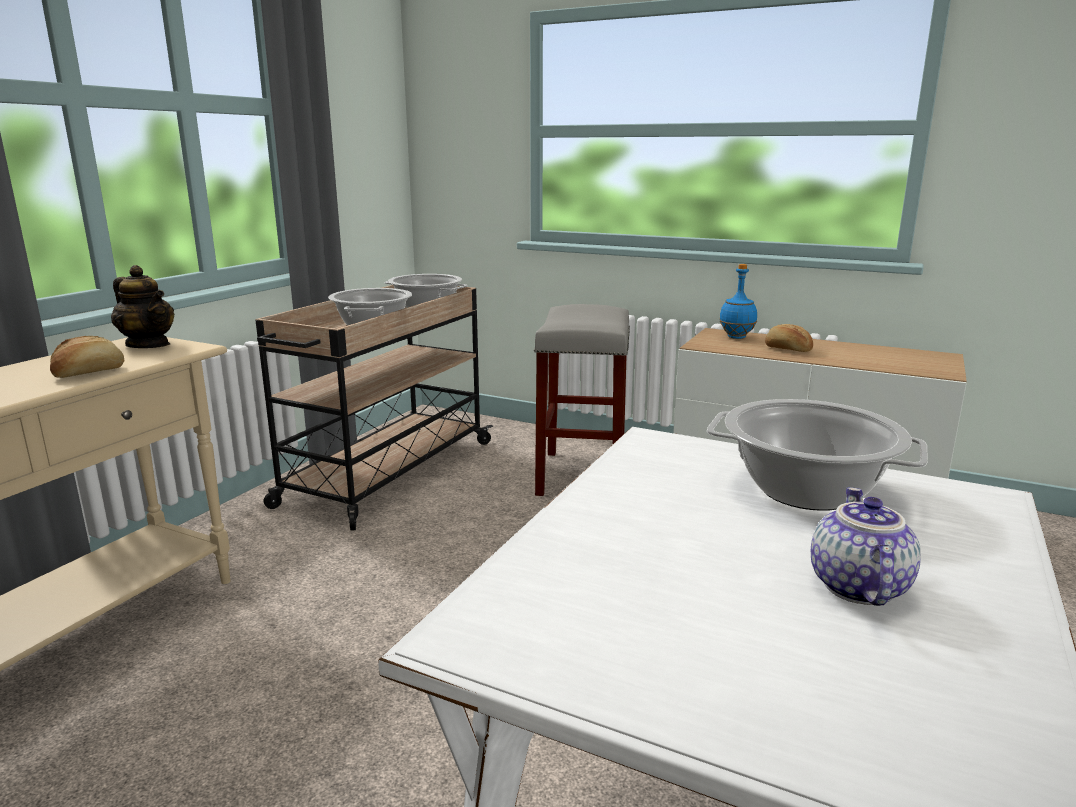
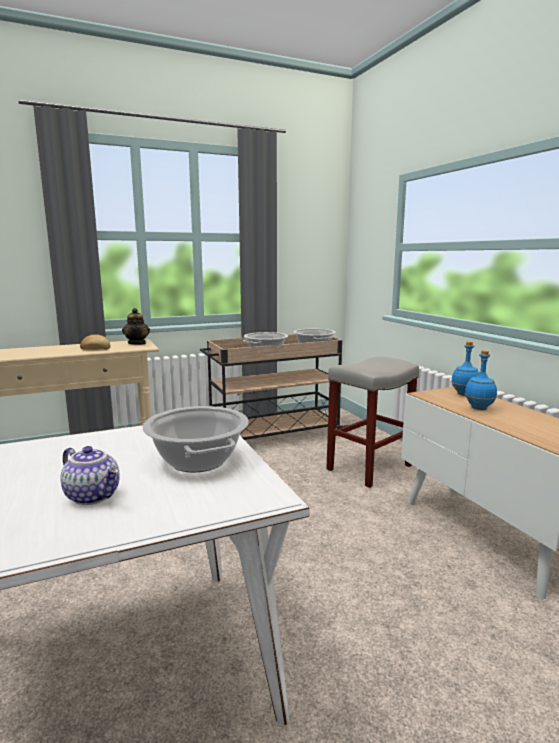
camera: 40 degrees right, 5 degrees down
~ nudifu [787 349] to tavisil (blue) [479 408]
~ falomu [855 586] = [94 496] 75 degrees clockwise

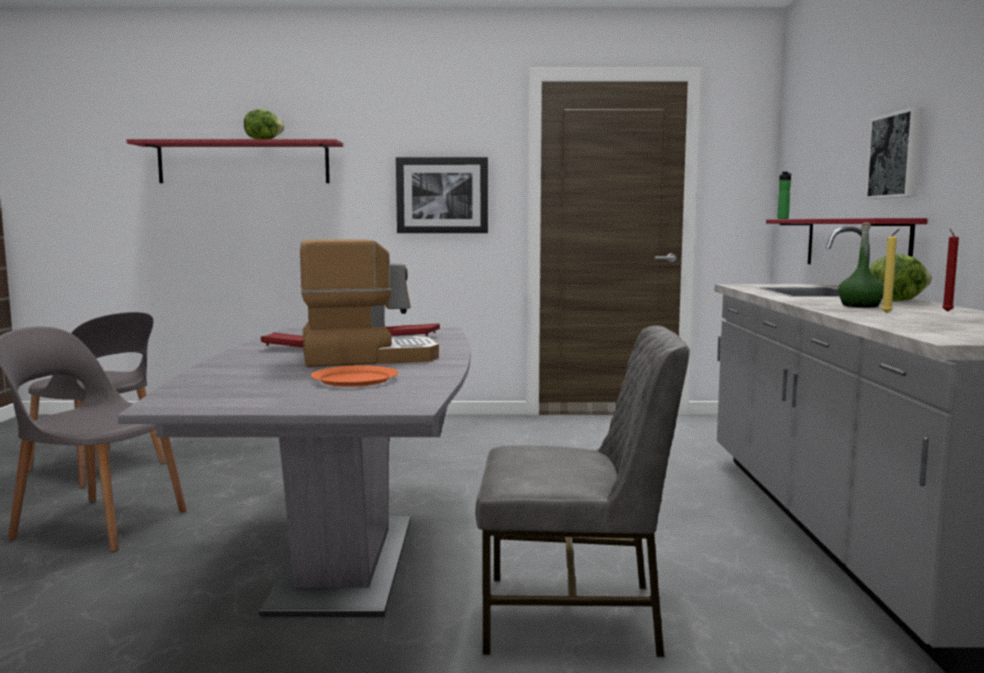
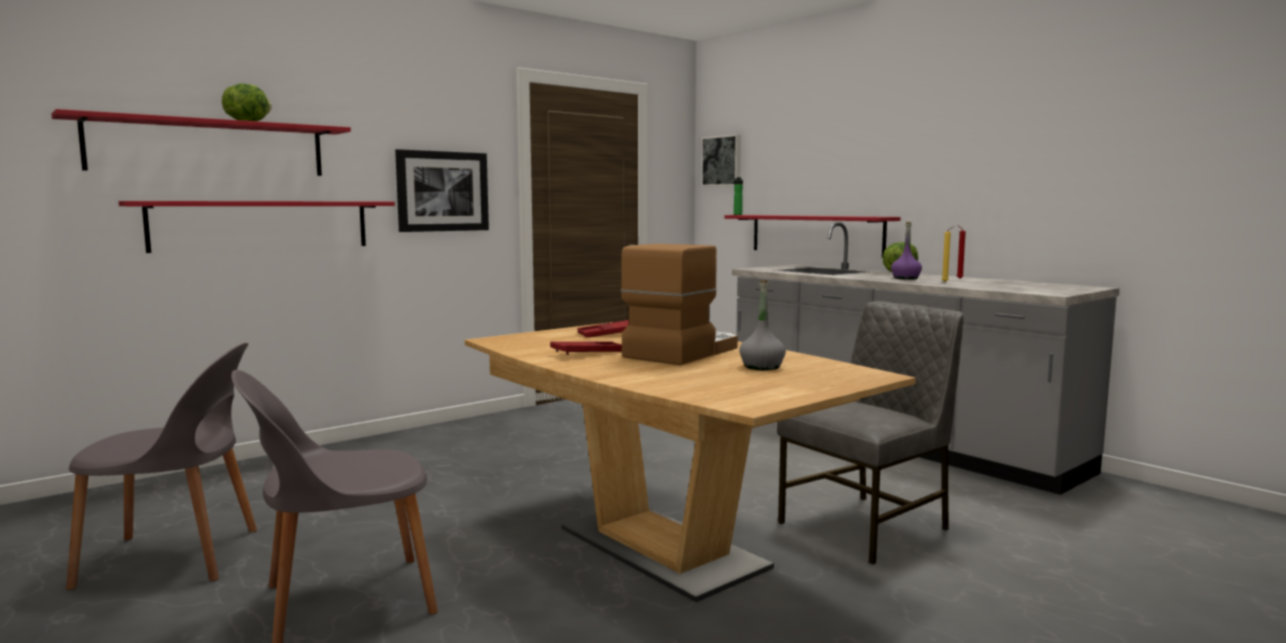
camera: 40 degrees left, 0 degrees up
~ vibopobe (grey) [345 563] to vibopobe (brown) [661 548]
~ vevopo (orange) [355 379] to tavisil (grey) [761 367]
~ tavisil (green) [860 305] to tavisil (purple) [906 278]
~ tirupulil [897 155] to [722 161]
+ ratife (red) [262 225]

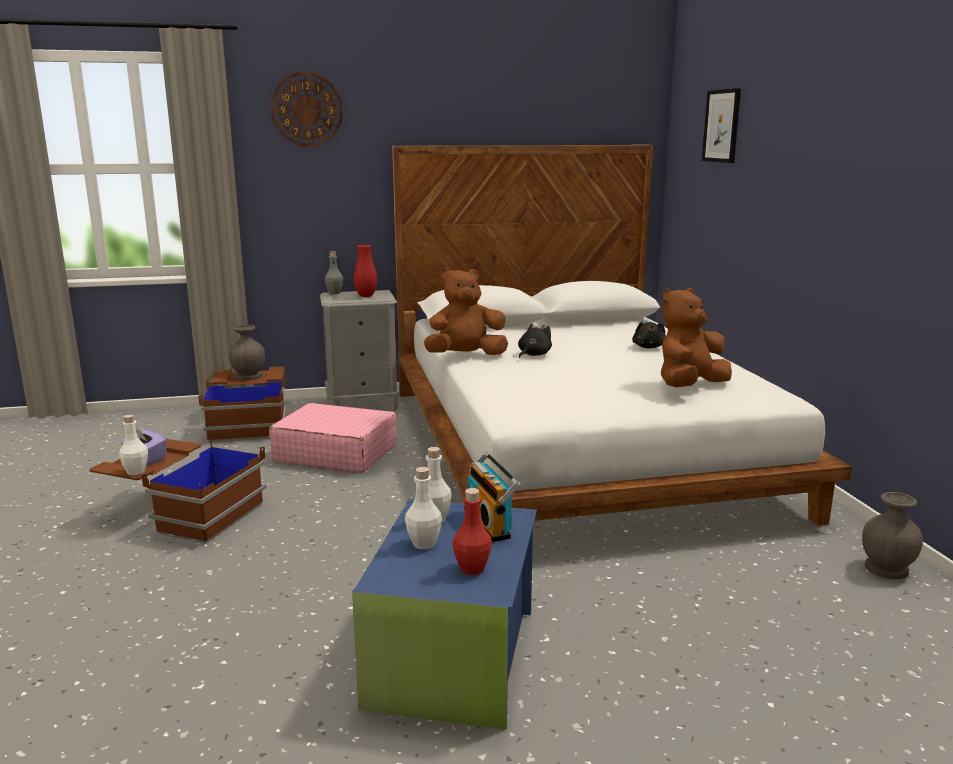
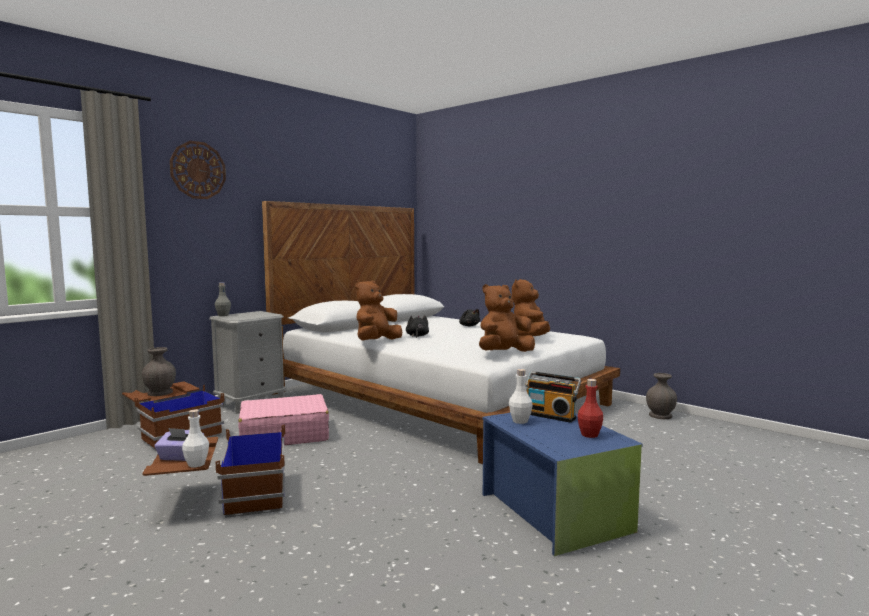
camera: 35 degrees left, 10 degrees down
- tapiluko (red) [366 296]
- tavisil (white) [424 543]
- tirupulil [722 126]
+ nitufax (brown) [504 353]

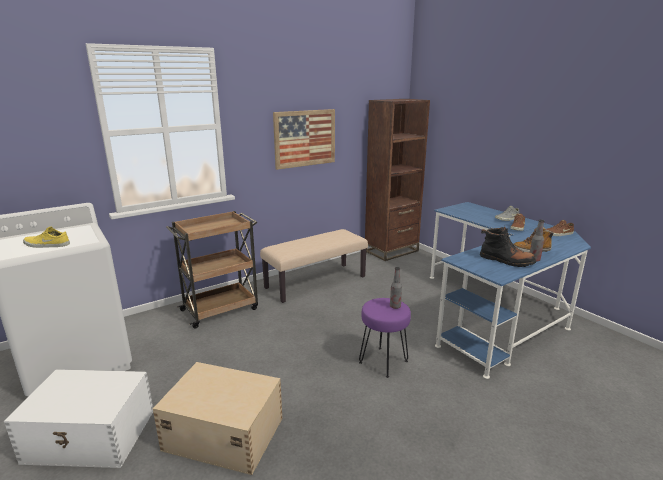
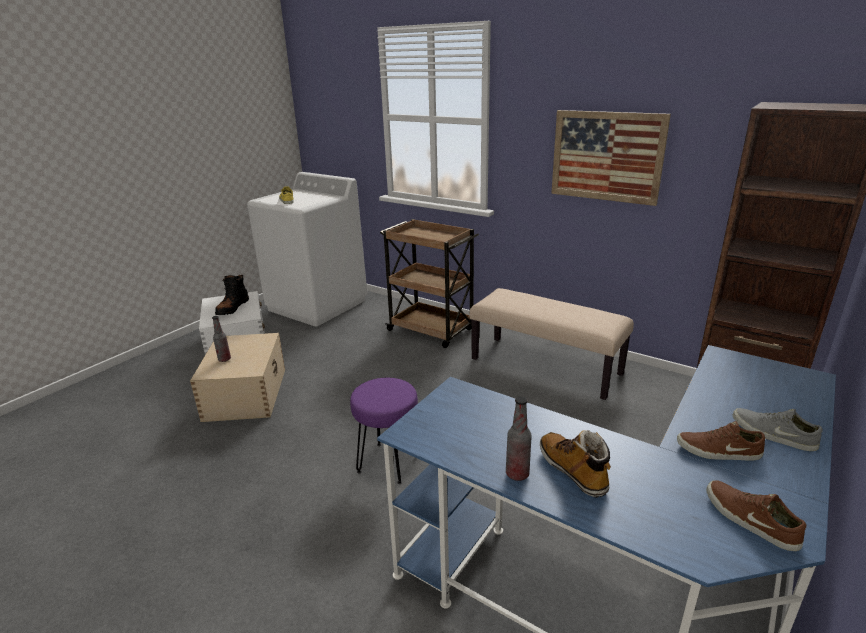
camera: 70 degrees right, 5 degrees up
~ tavisil [395 306] to [224 359]
~ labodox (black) [506 261] to [232 308]

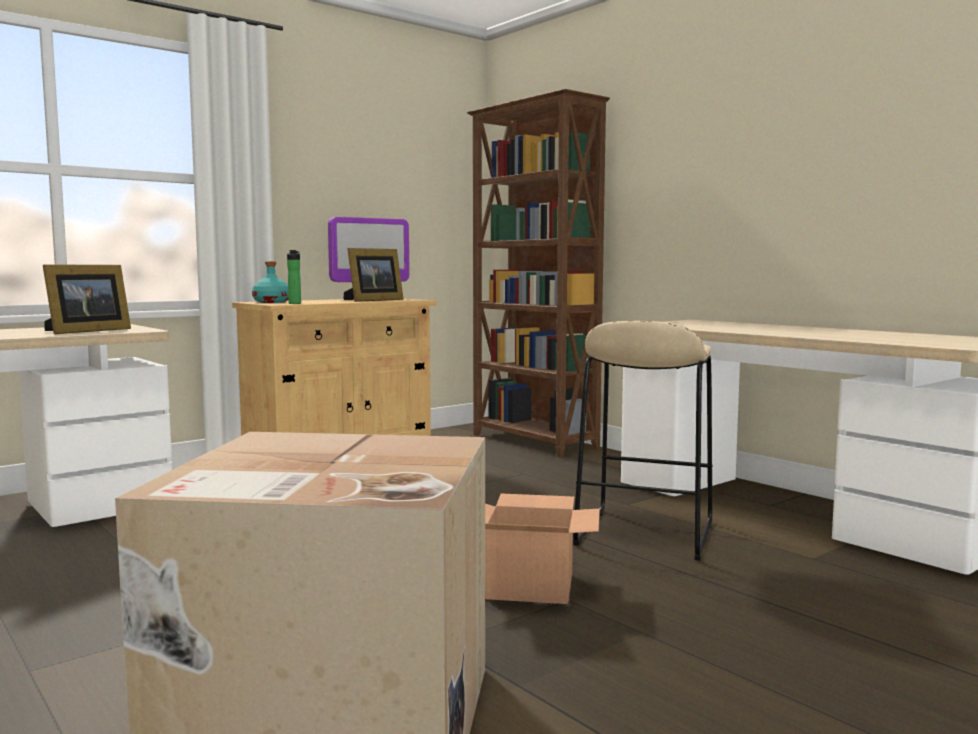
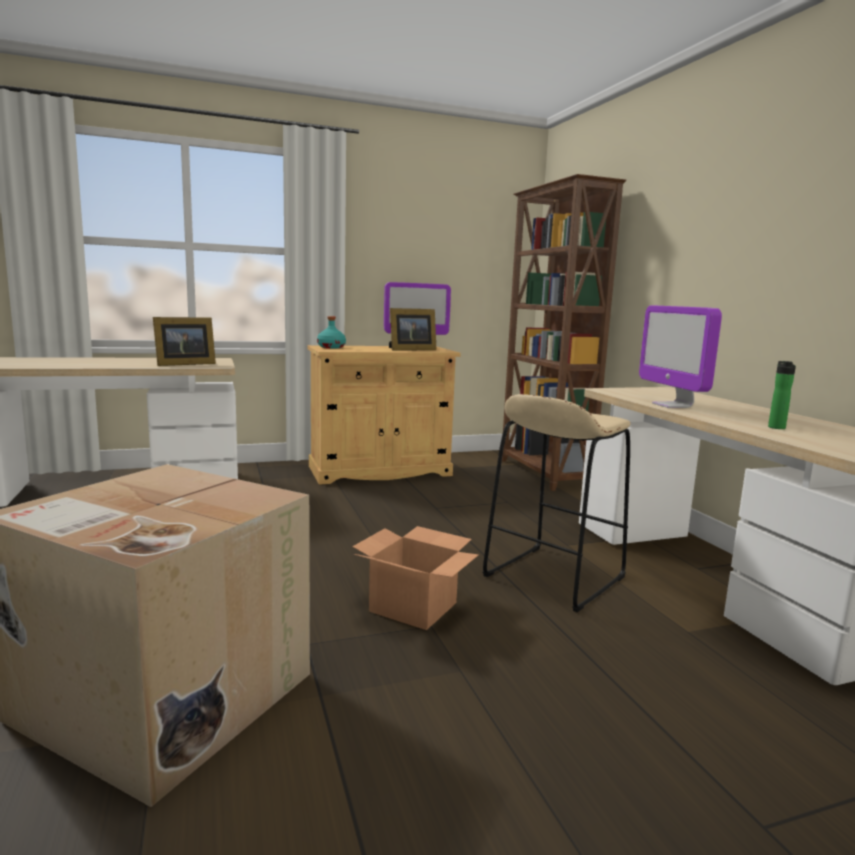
camera: 20 degrees right, 5 degrees up
~ tavisil [295 303] to [776 427]
+ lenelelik [672 405]

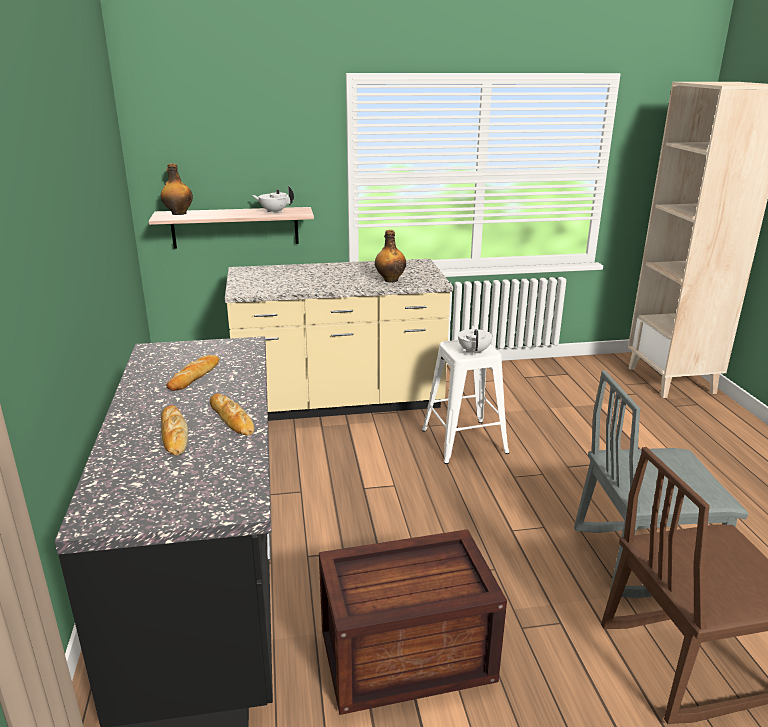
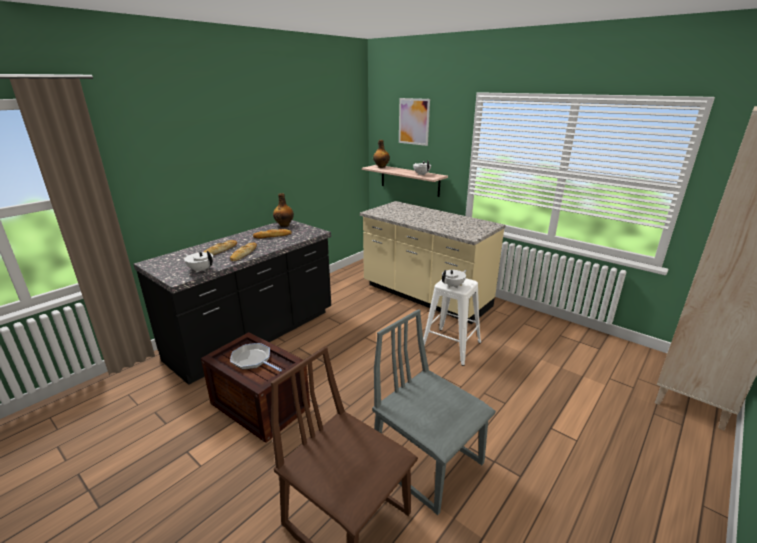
camera: 50 degrees right, 0 degrees up
~ tavisil [390 280] to [284 225]
+ falomu (white) [201 270]
+ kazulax [253 360]
+ tirupulil [414 121]

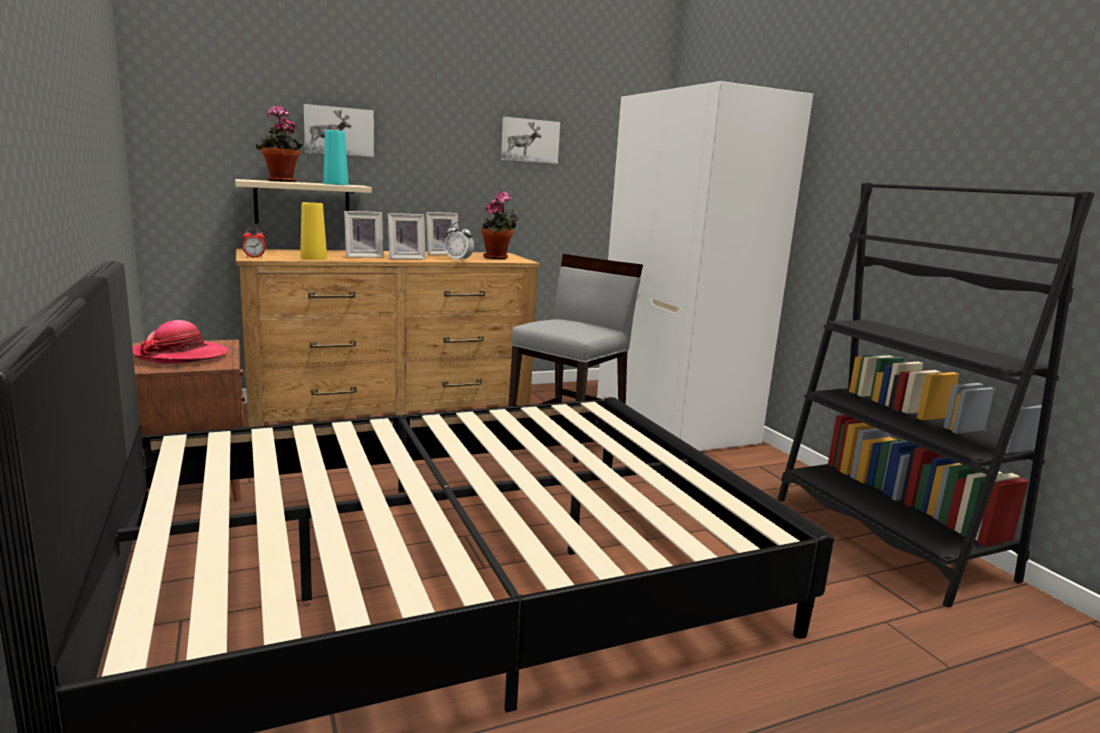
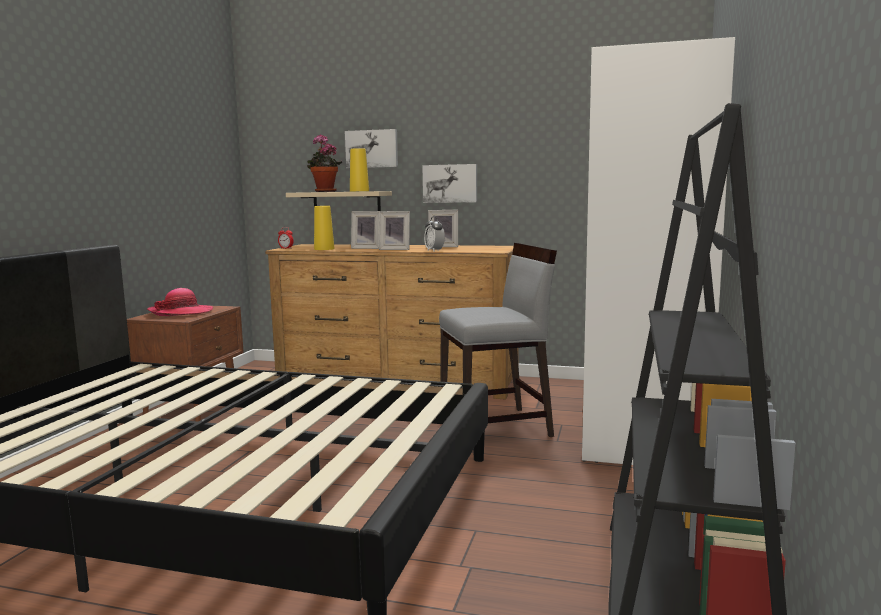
camera: 40 degrees right, 5 degrees down
~ tapiluko (turquoise) [336 184] to tapiluko (yellow) [359 191]
- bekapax [498 258]
~ tirupulil [529 140] to [450 183]

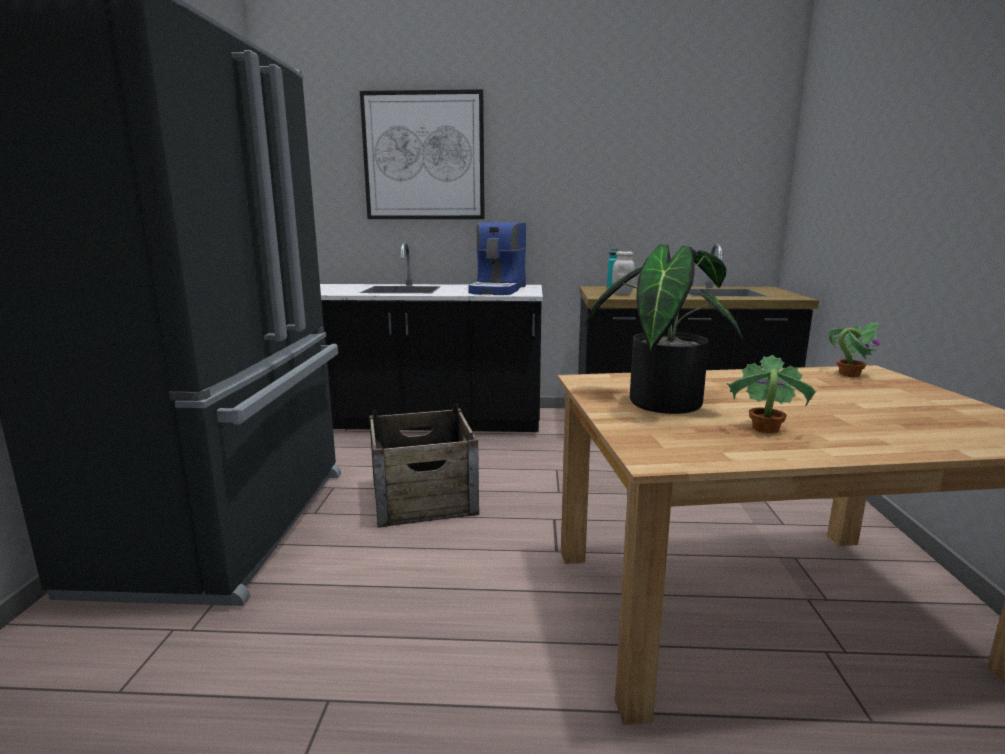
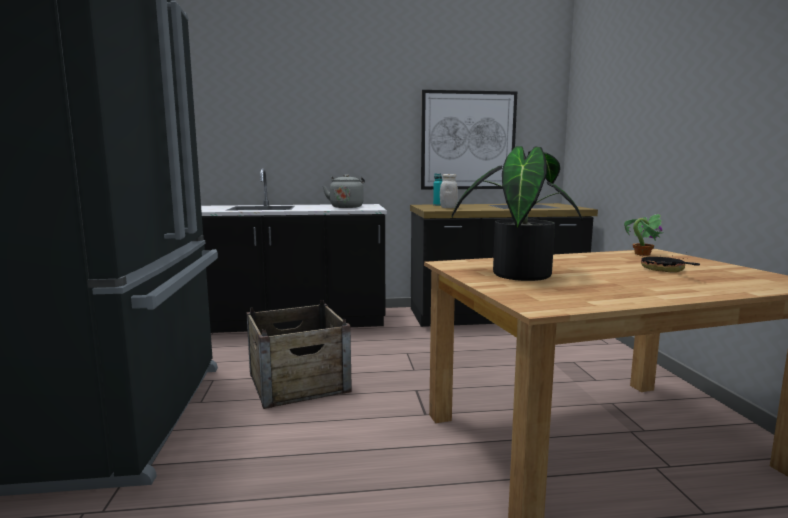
camera: 10 degrees left, 5 degrees down
~ tirupulil [424 156] to [468 140]
~ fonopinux [499 290] to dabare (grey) [346 207]
- bekapax [764 429]
+ kazulax [665 270]

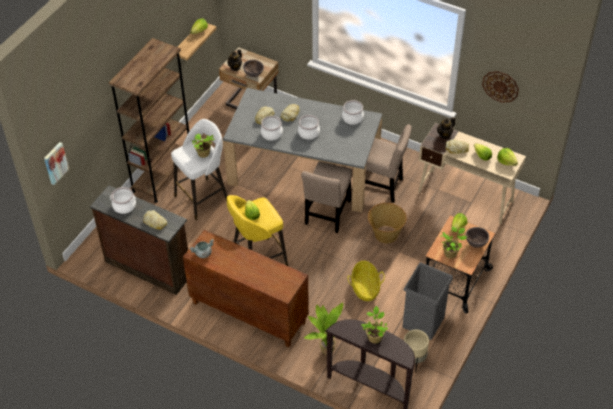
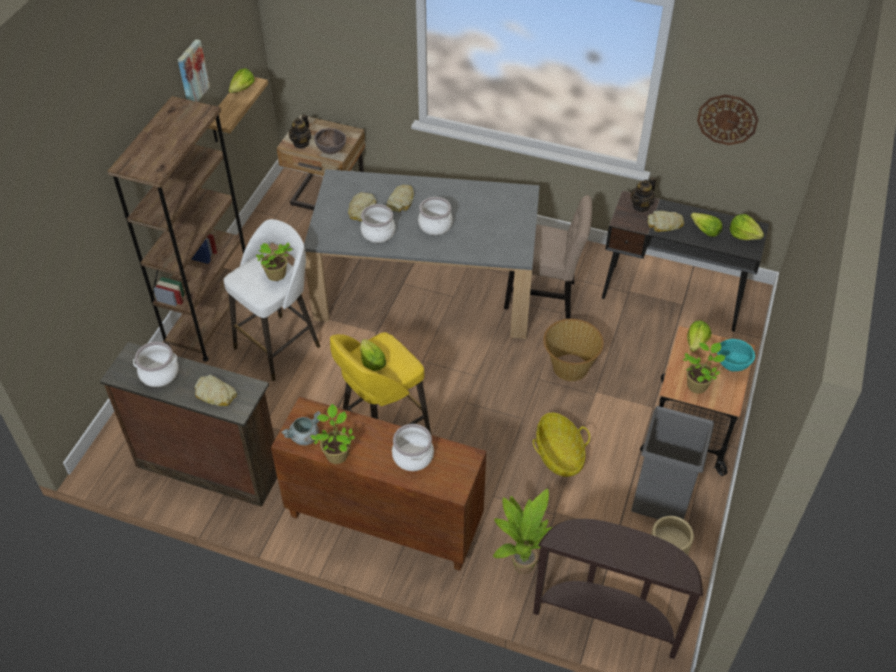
camera: 10 degrees left, 0 degrees up
~ tirupulil [55 163] to [191 73]
- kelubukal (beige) [327 214]
~ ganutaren [353 118] to [413 456]
~ bekapax [374 337] to [336 453]
~ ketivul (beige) [466 197] to ketivul (black) [672 297]
~ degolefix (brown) [476 244] to degolefix (turquoise) [731 365]

